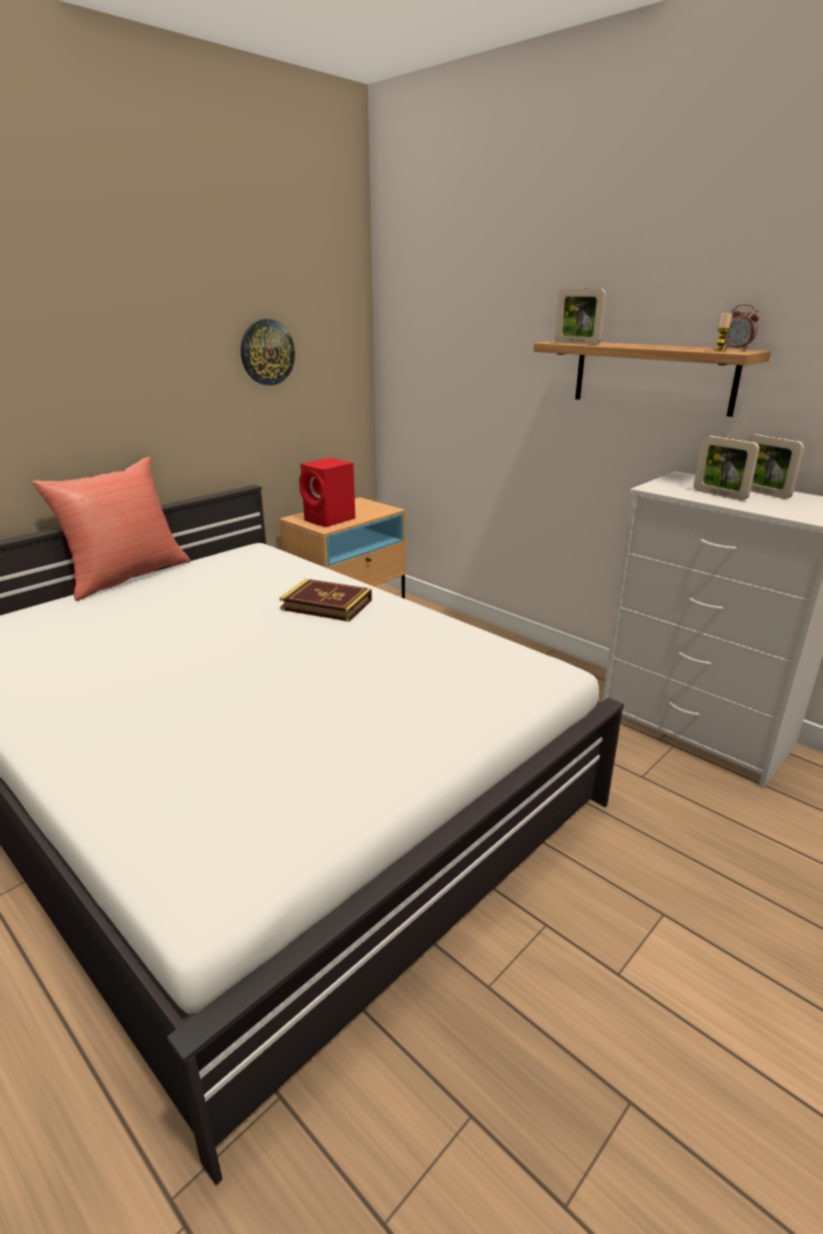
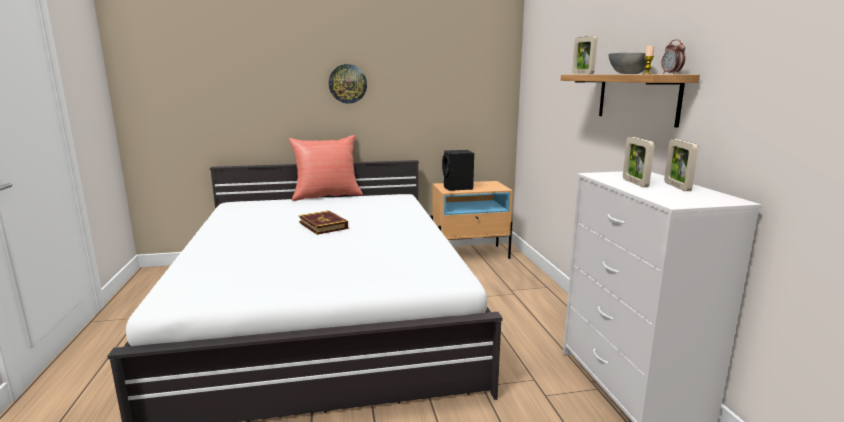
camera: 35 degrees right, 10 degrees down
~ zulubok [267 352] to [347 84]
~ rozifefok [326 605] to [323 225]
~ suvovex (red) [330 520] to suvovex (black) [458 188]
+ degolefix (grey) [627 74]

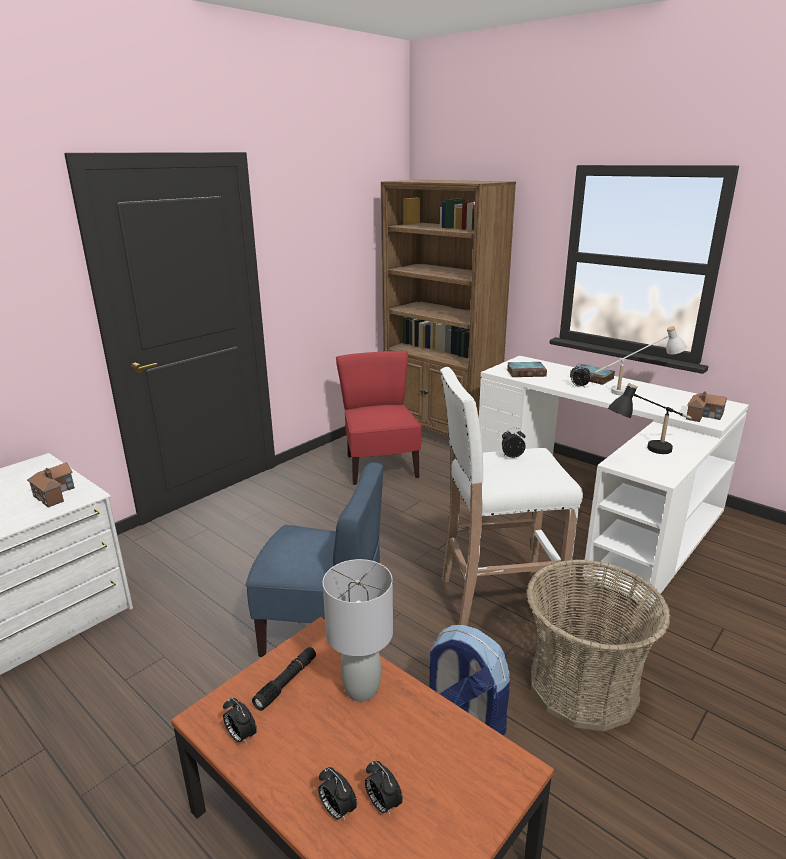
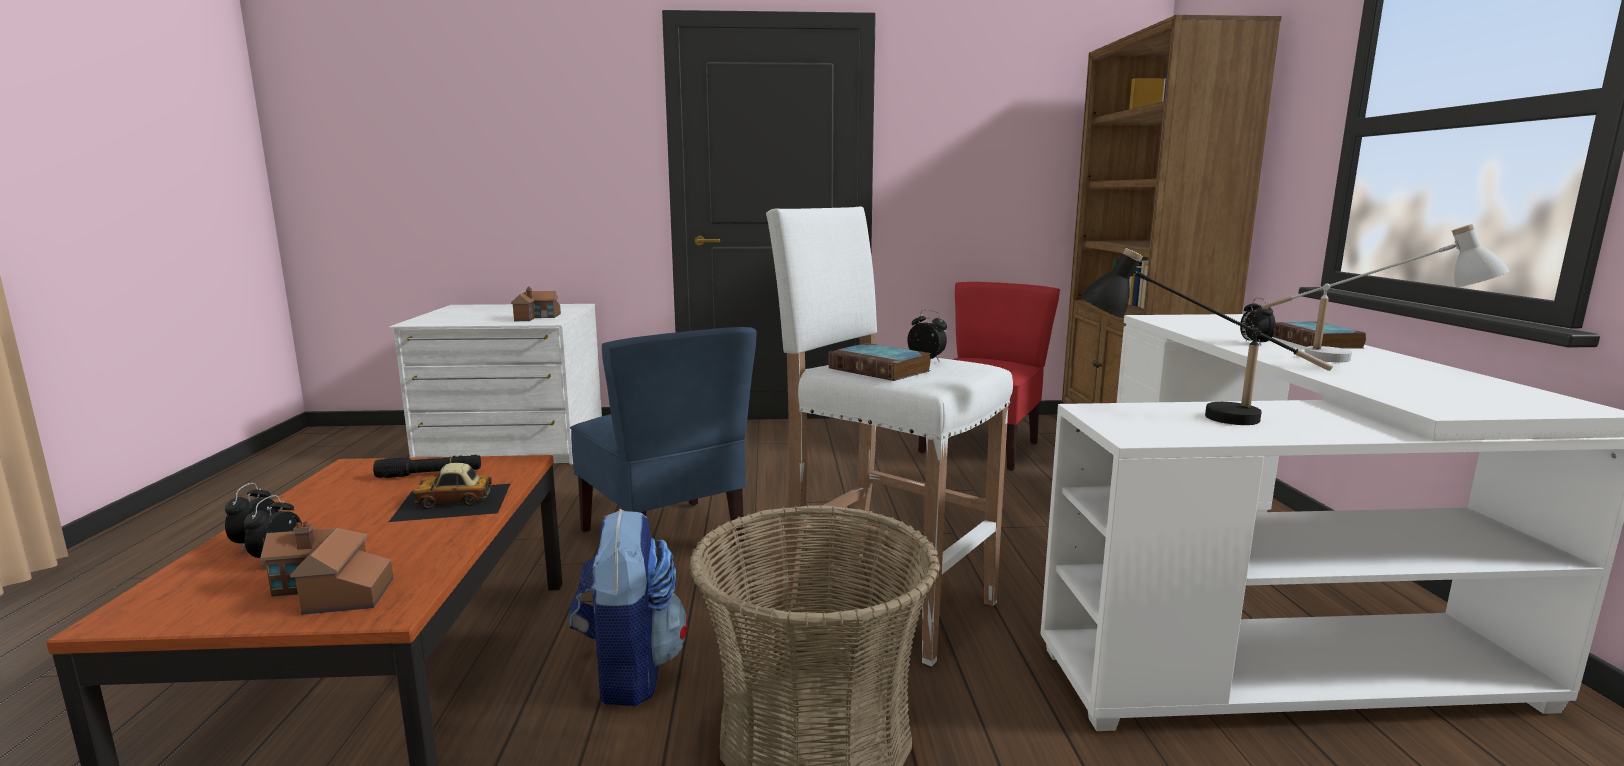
camera: 45 degrees right, 10 degrees down
- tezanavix [241 736]
~ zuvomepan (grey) [362 689] to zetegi [453 501]
~ rozifefok [526 372] to [881 369]
~ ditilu [704 415] to [330 592]

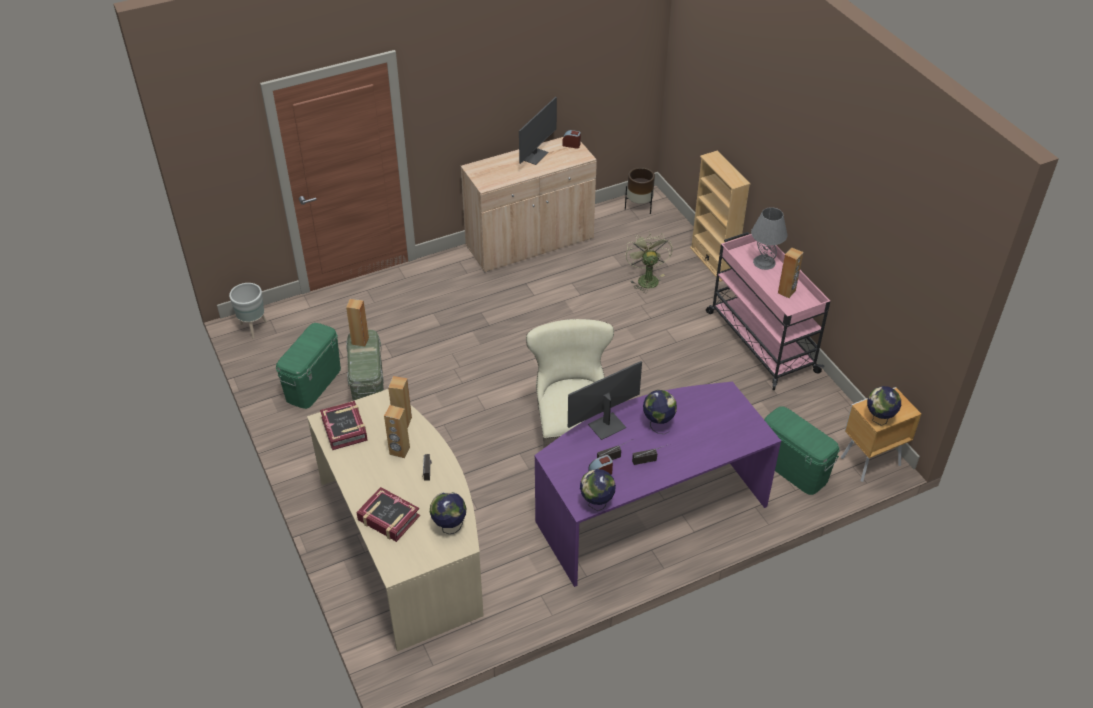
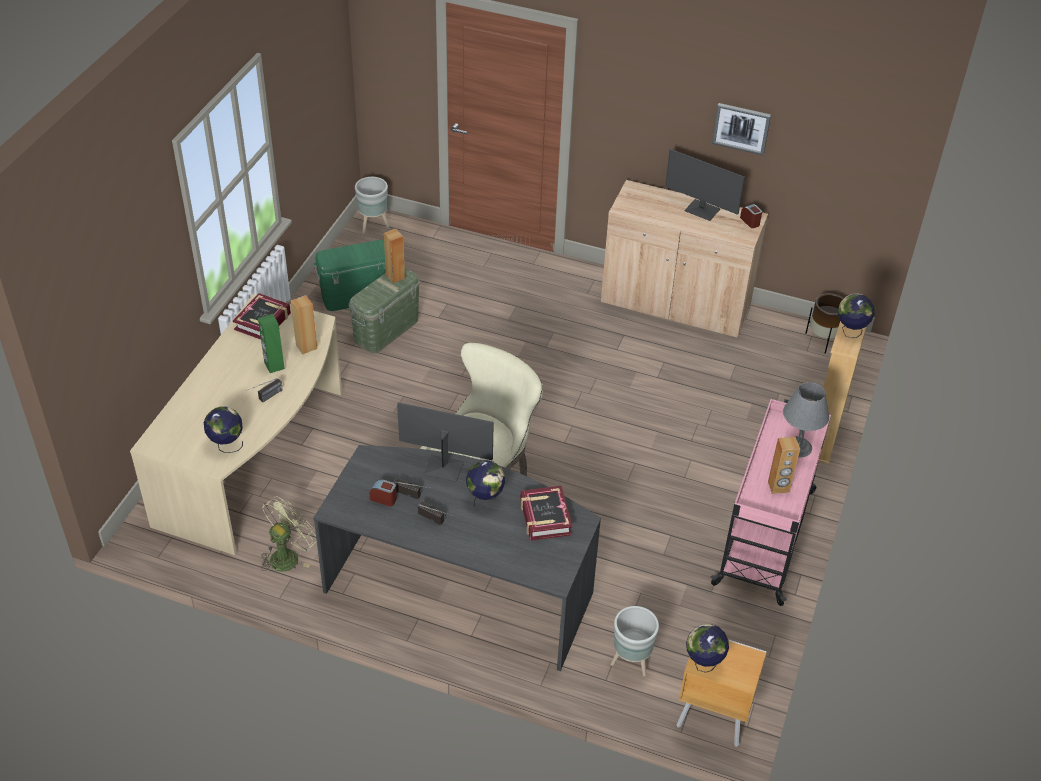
camera: 45 degrees right, 0 degrees up
~ rozifefok [388 518] to [544 517]
~ suvovex (brown) [399 451] to suvovex (green) [274 366]
~ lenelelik [534 156] = [702 210] 45 degrees clockwise
~ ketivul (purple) [648 509] to ketivul (grey) [461 587]
~ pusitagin [596 504] to [850 332]
~ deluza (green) [646 278] to [288 555]
~ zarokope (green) [792 468] to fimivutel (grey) [630 661]
+ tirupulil [741 128]

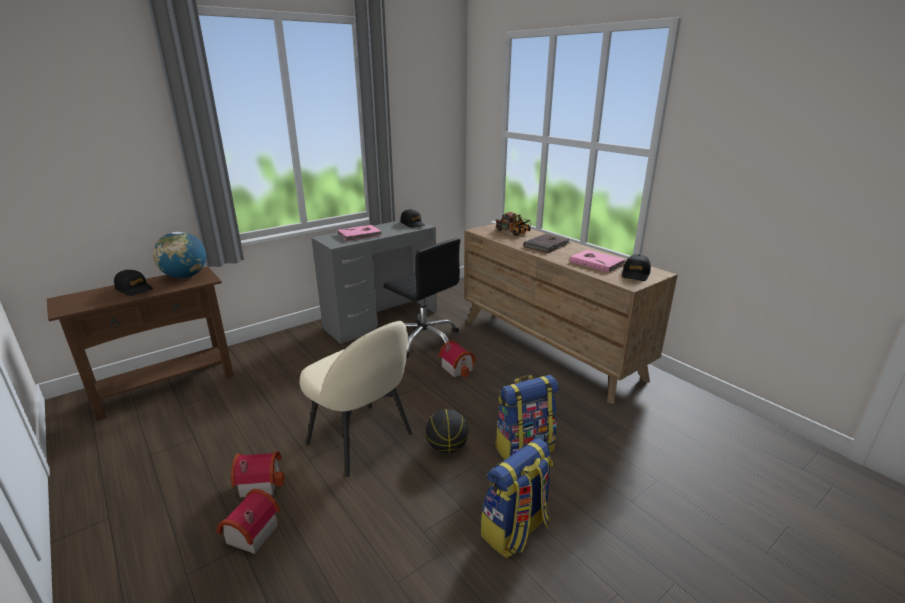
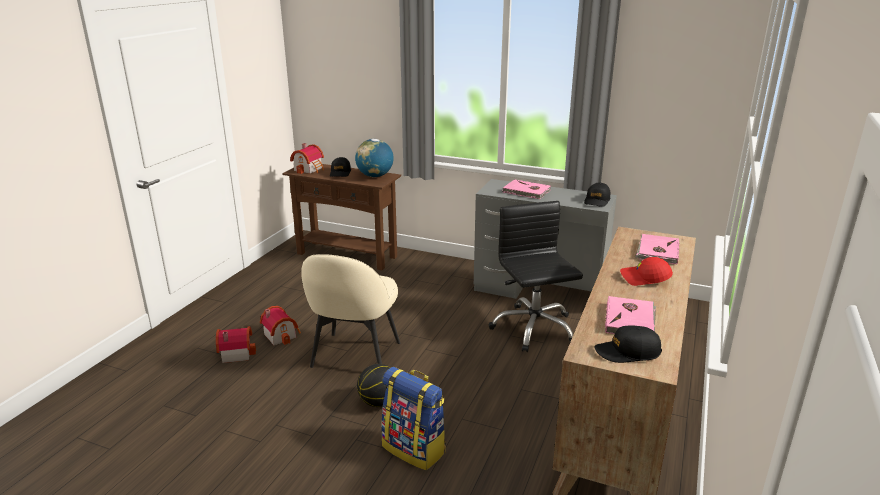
camera: 60 degrees right, 0 degrees up
~ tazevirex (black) [424 340] = [533 328] 150 degrees clockwise
~ ditilu [458 368] to [310 169]
- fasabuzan [515 530]
~ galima [514 232] to rozifefok (pink) [657 251]
~ rozifefok (brown) [547 245] to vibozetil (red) [644 279]

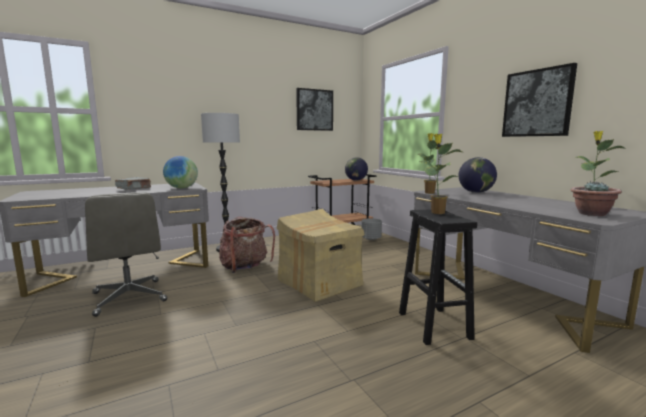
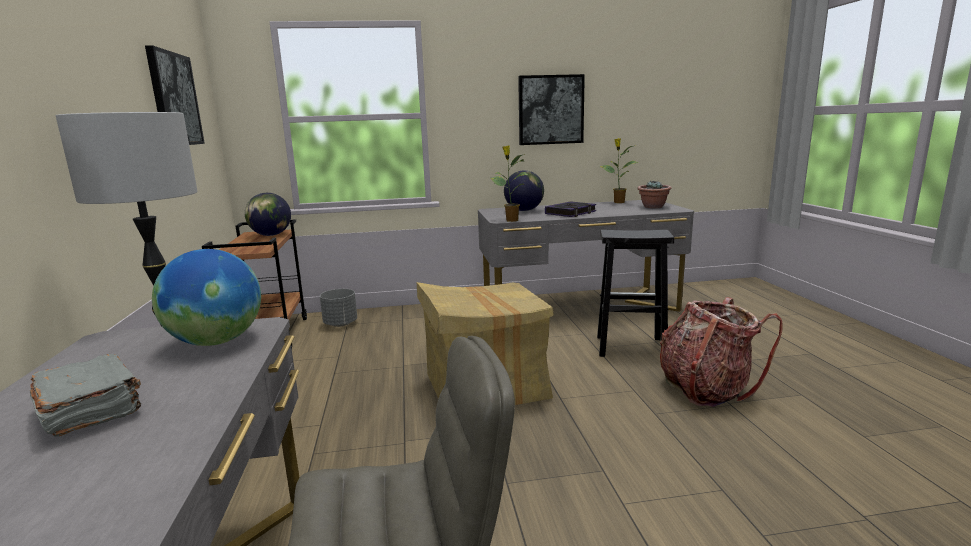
camera: 70 degrees left, 5 degrees up
~ fasabuzan [245 267] to [706 389]
- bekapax [437 212]
+ rozifefok [570 213]

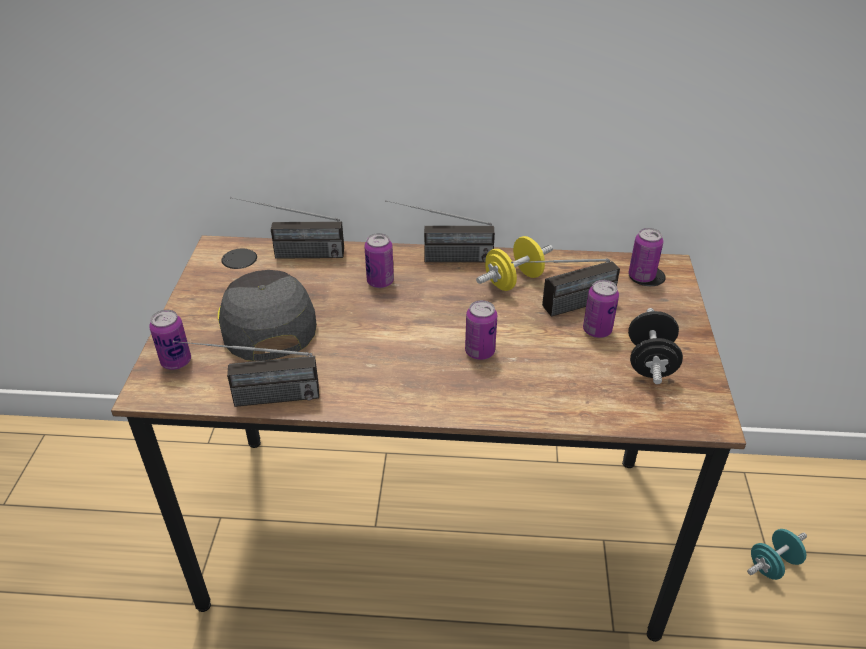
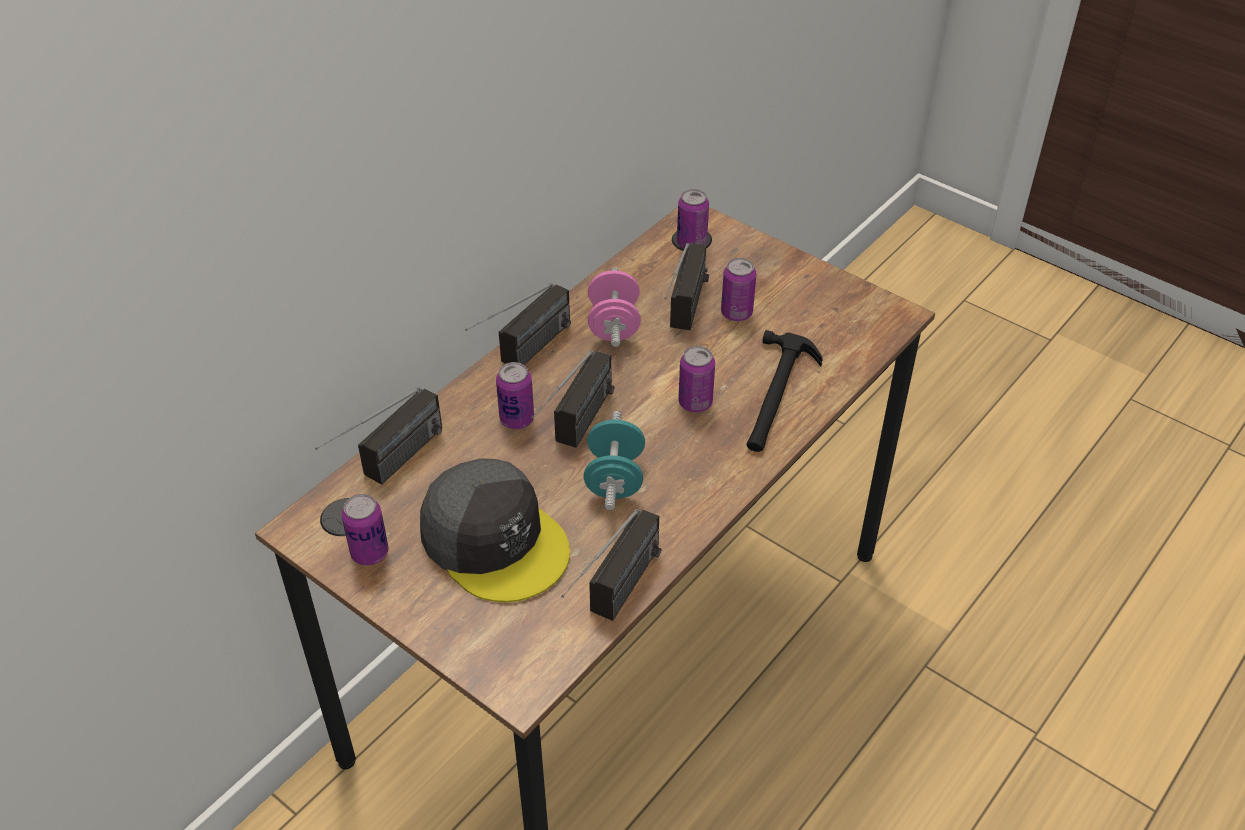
camera: 55 degrees left, 5 degrees up
~ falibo [176 361] to [369 553]
~ vibozetil (grey) [266 322] = [495 540] 150 degrees counterclockwise
~ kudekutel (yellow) [513 281] to kudekutel (pink) [614 325]
- kudekutel (black) [650 362]
~ kudekutel (turquoise) [773 564] to [614 478]
+ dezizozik [576 432]
+ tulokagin [776 395]

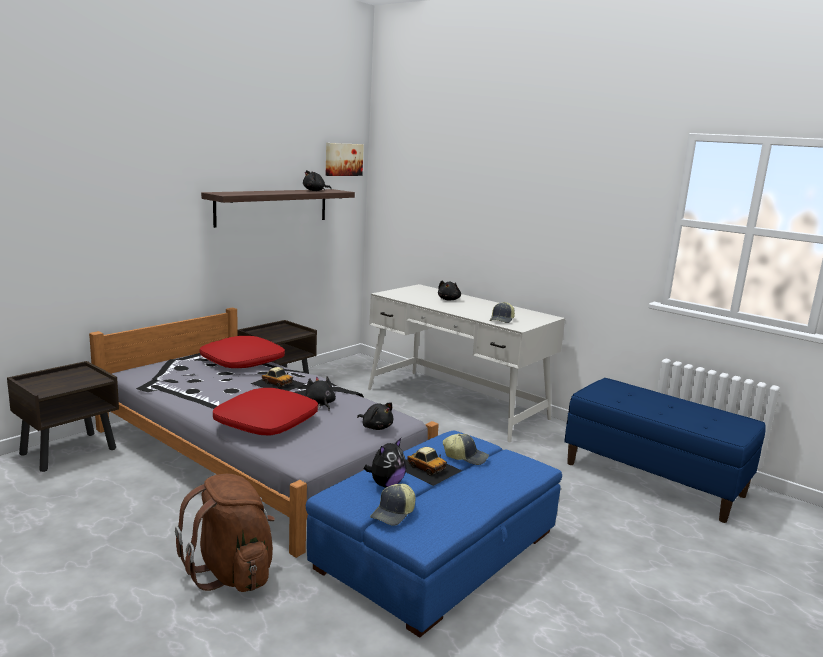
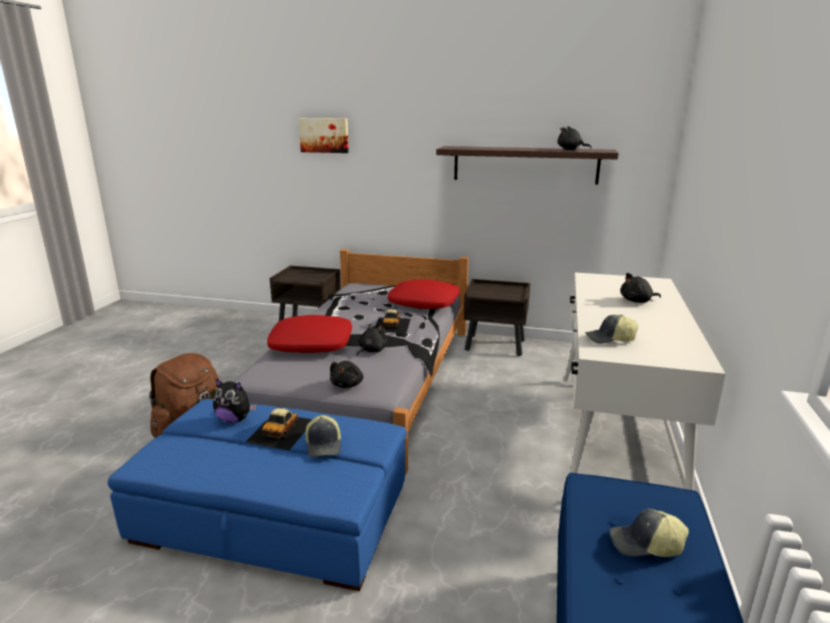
camera: 65 degrees right, 5 degrees up
~ tirupulil [343 159] to [324 135]
~ vibozetil [394 514] to [645 545]

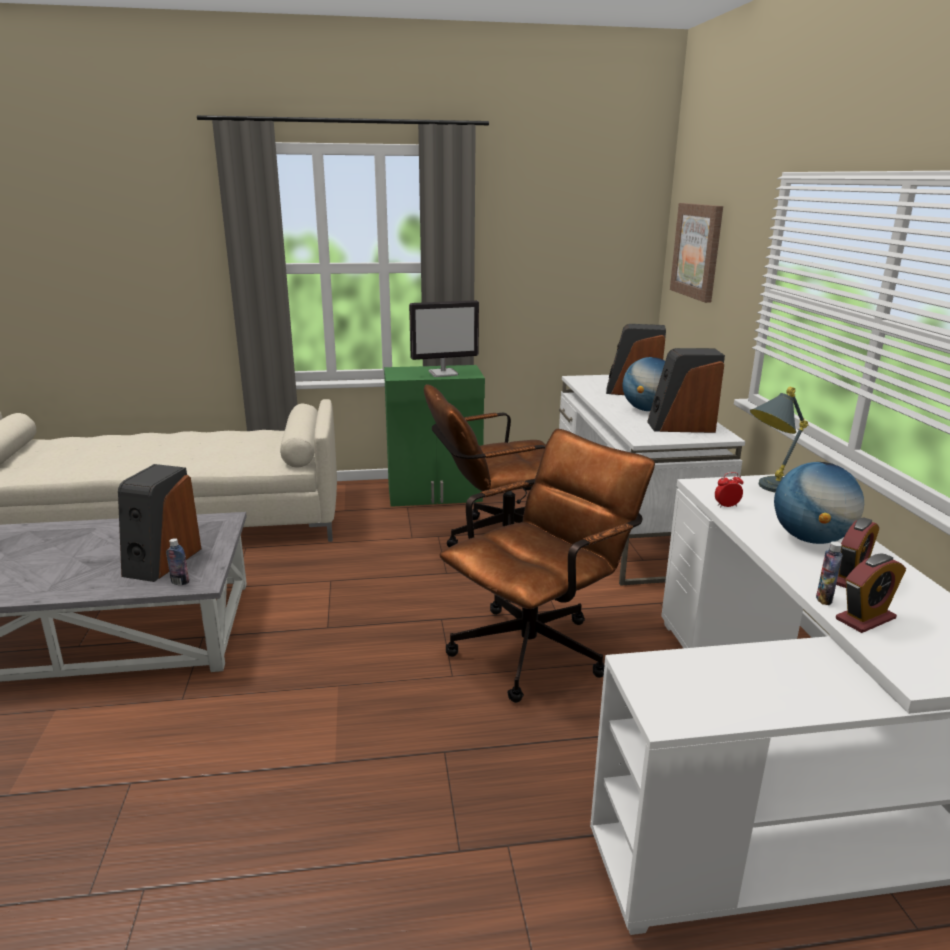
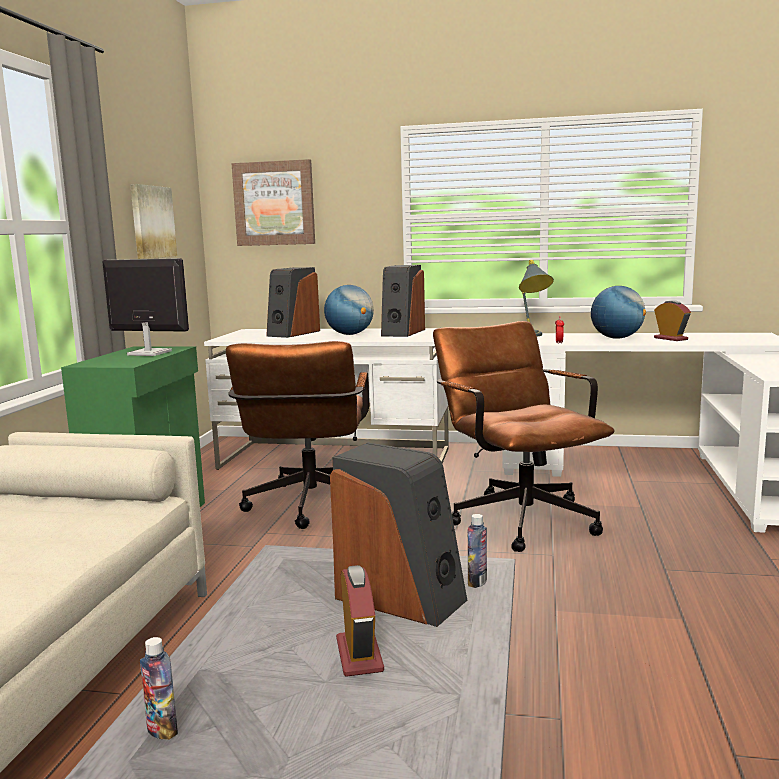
camera: 70 degrees left, 10 degrees down
~ lenelelik [443 373] = [148 353] 75 degrees counterclockwise
~ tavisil [824 599] to [162 730]
~ tezanavix [865 619] to [359 655]
+ tirupulil [152 222]

